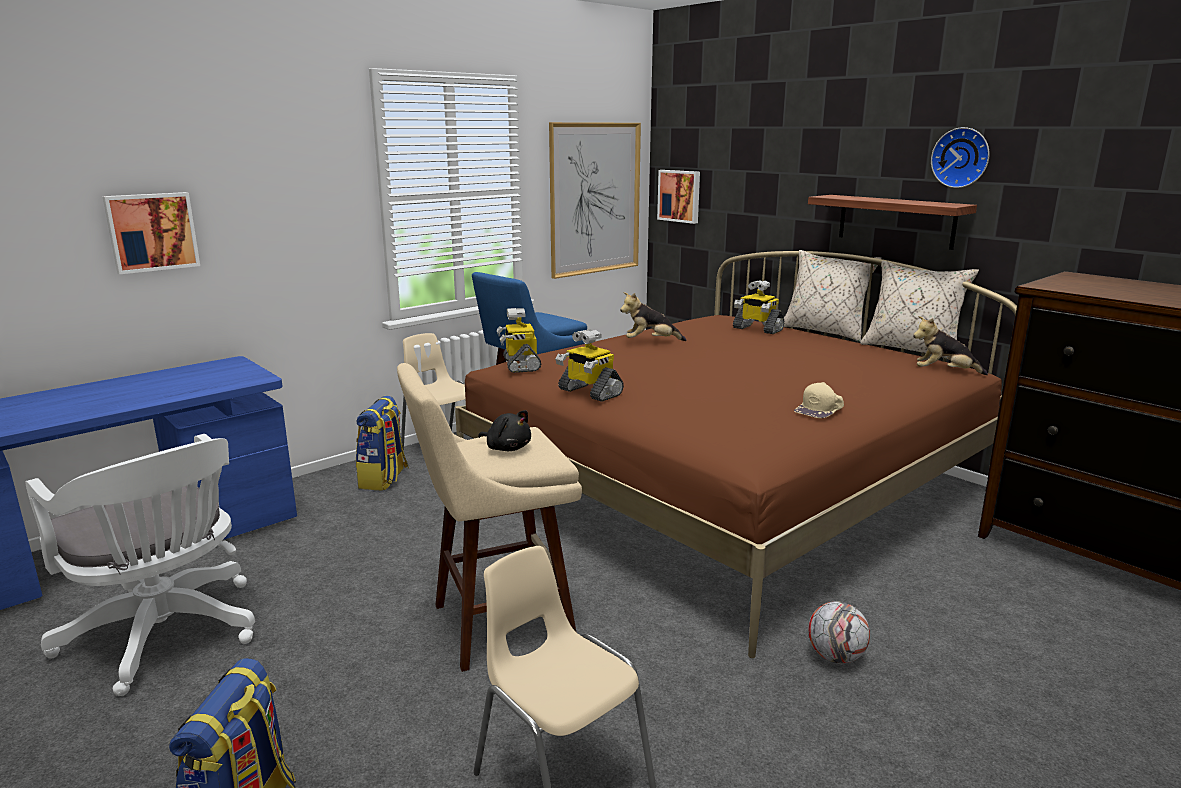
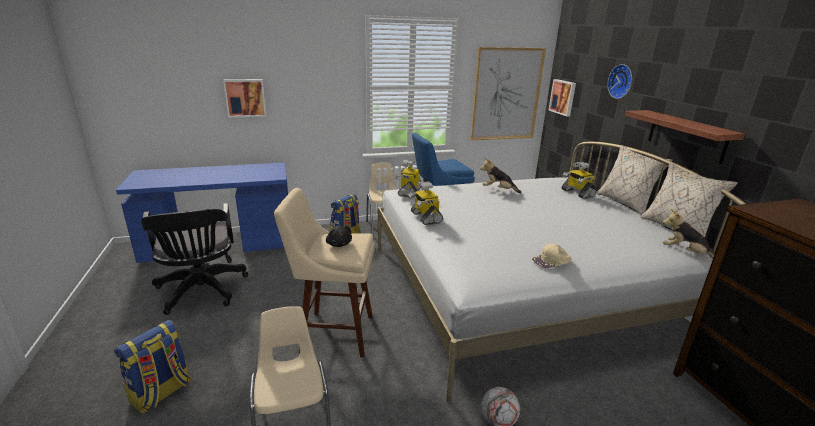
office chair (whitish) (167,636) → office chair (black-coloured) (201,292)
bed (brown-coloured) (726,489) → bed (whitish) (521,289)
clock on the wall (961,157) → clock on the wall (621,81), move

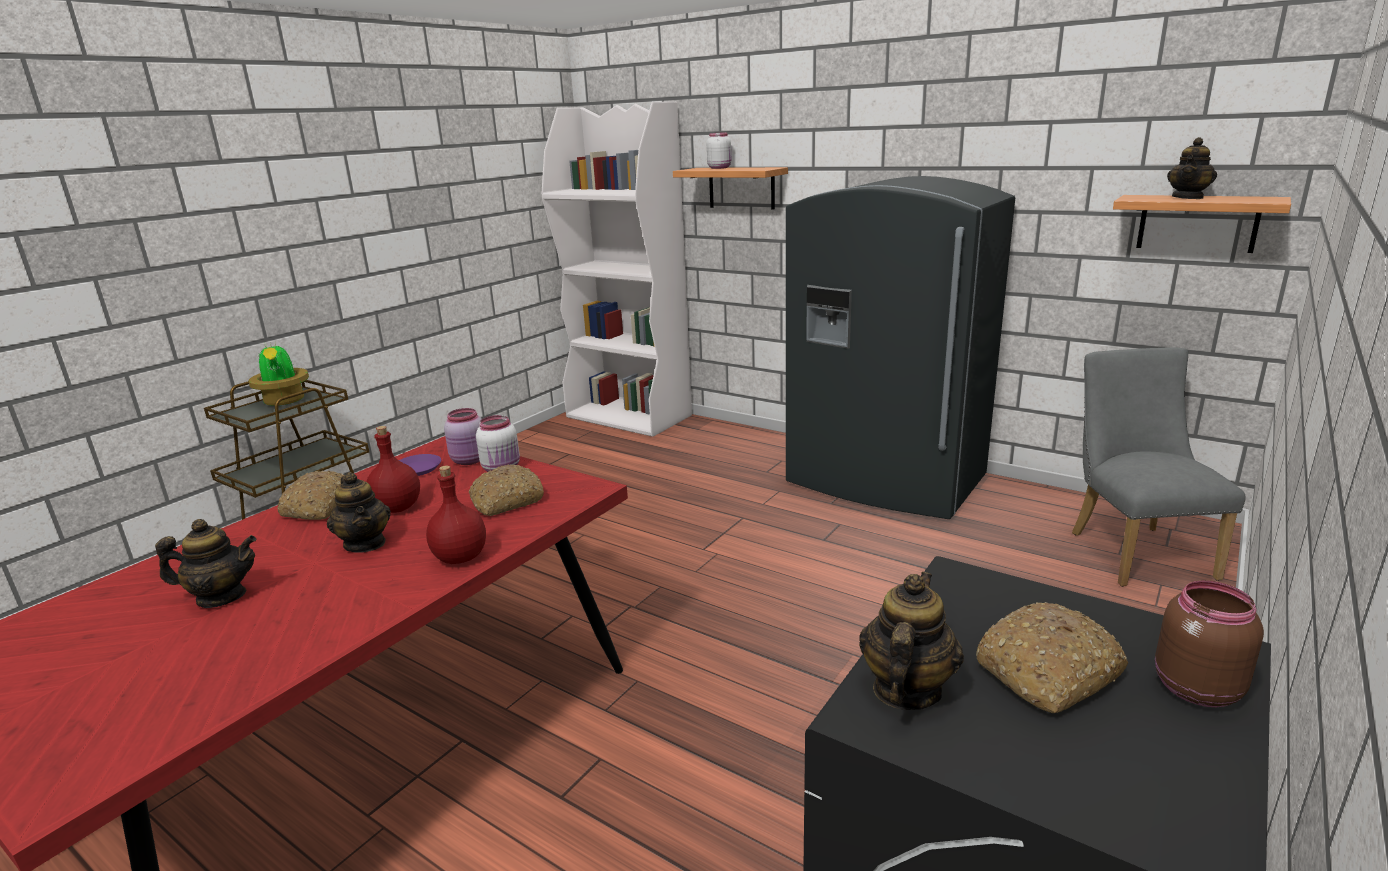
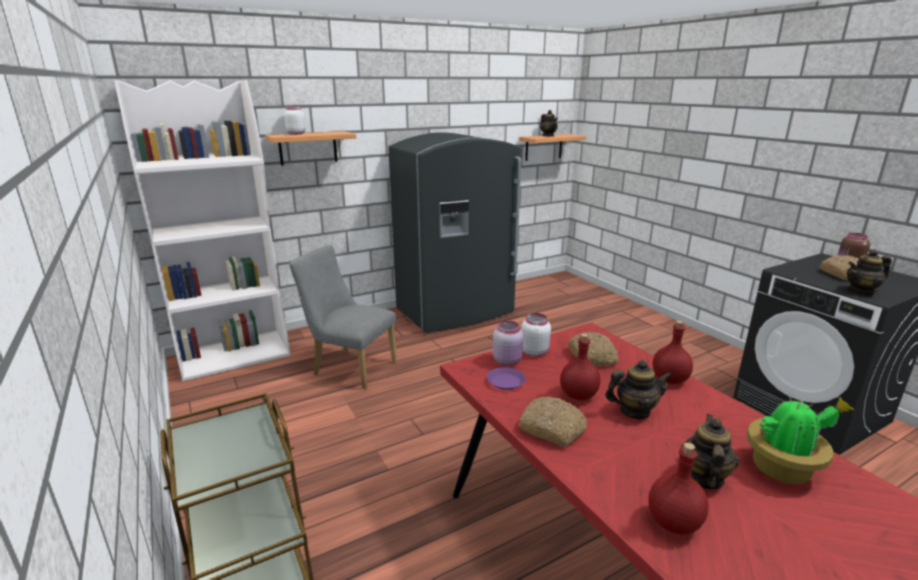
chair (greyish) (1134,550) → chair (greyish) (349,367), move
- → drink bottle (red) (673,523)
plant in a pot (284,401) → plant in a pot (784,468), move
pot for tea (905,690) → pot for tea (861,291), 60 degrees counterclockwise

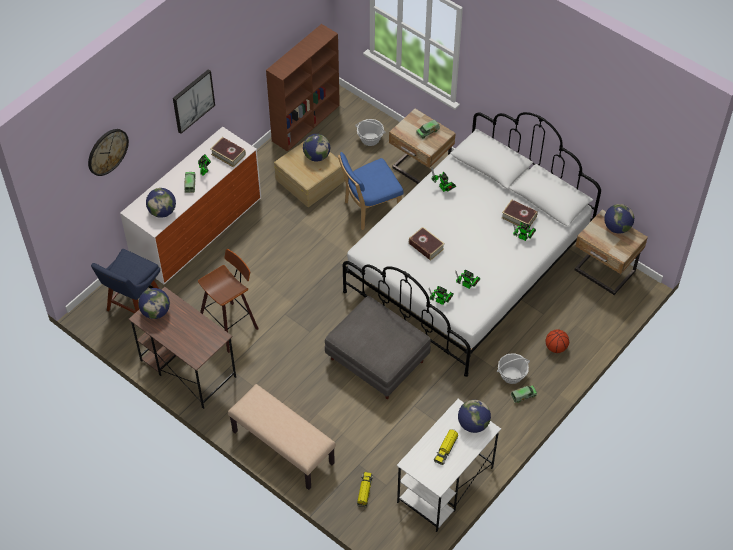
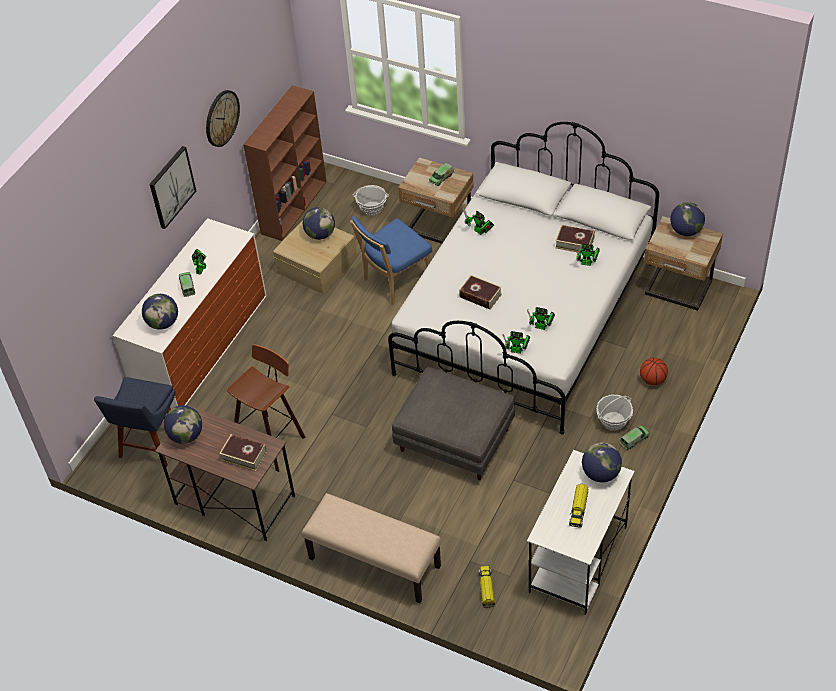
clock on the wall (107,151) → clock on the wall (221,118), move
volume (228,154) → volume (244,456), move

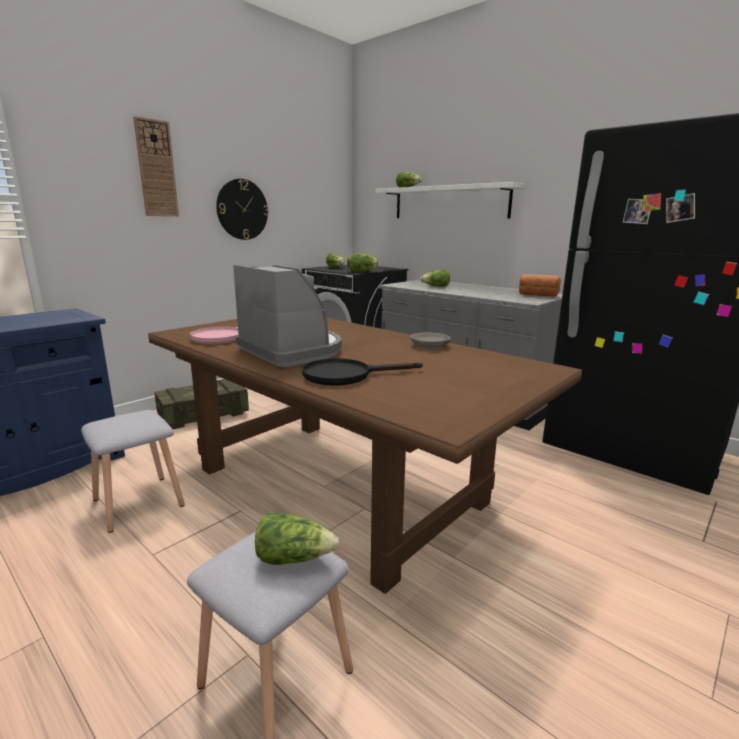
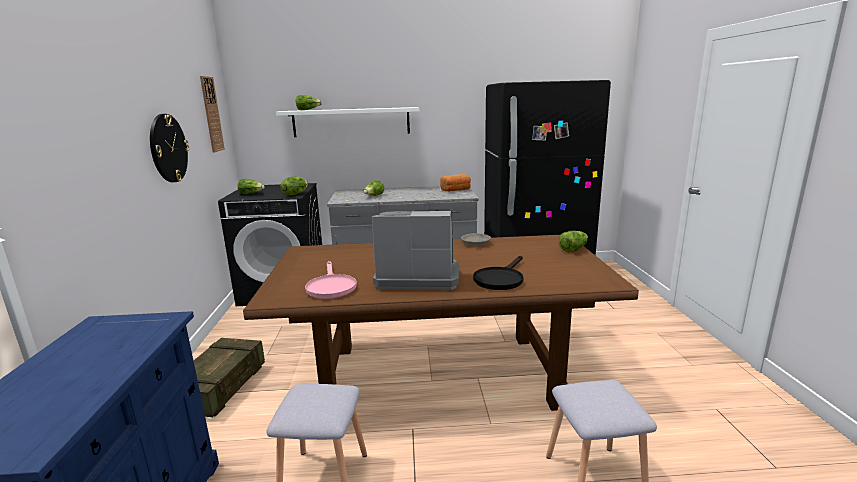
clock on the wall (156,169) → clock on the wall (211,114), move
head of lettuce (293,558) → head of lettuce (573,249), move

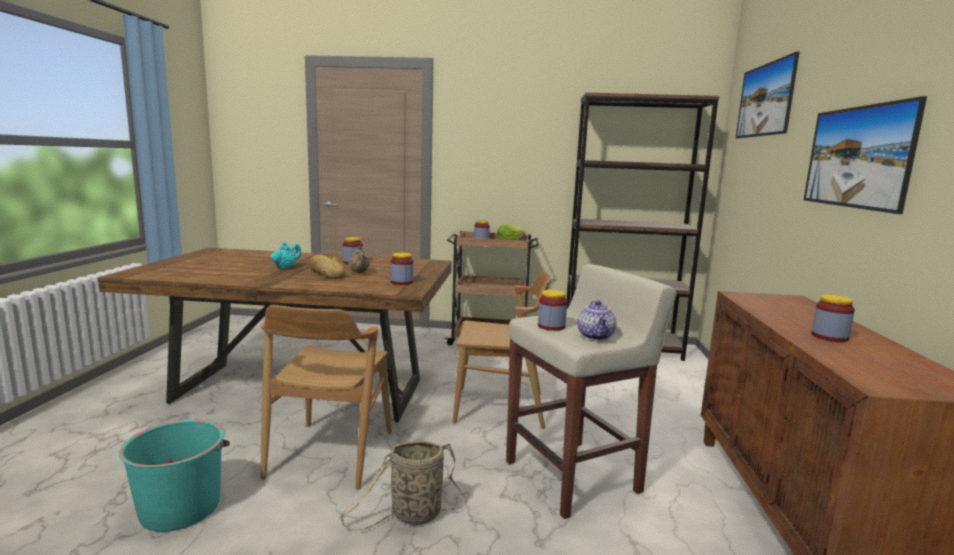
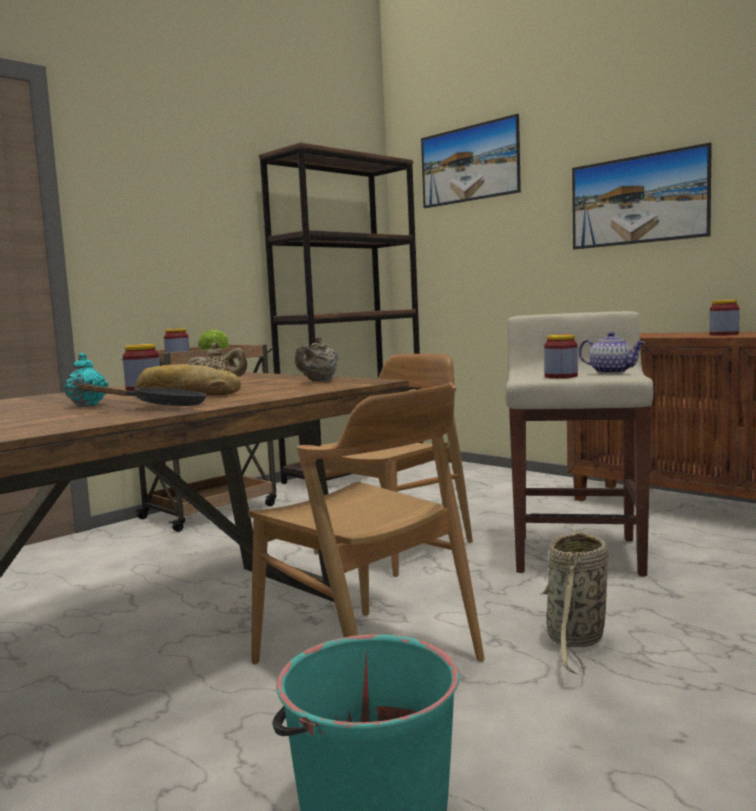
- → pan (black-coloured) (162,407)
preserve jar (402,282) → pot for tea (sand-coloured) (319,381)

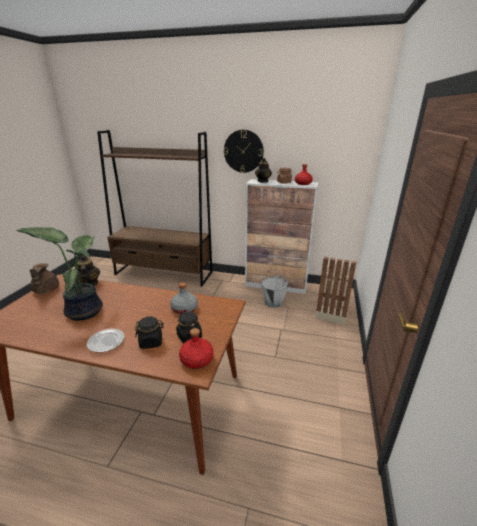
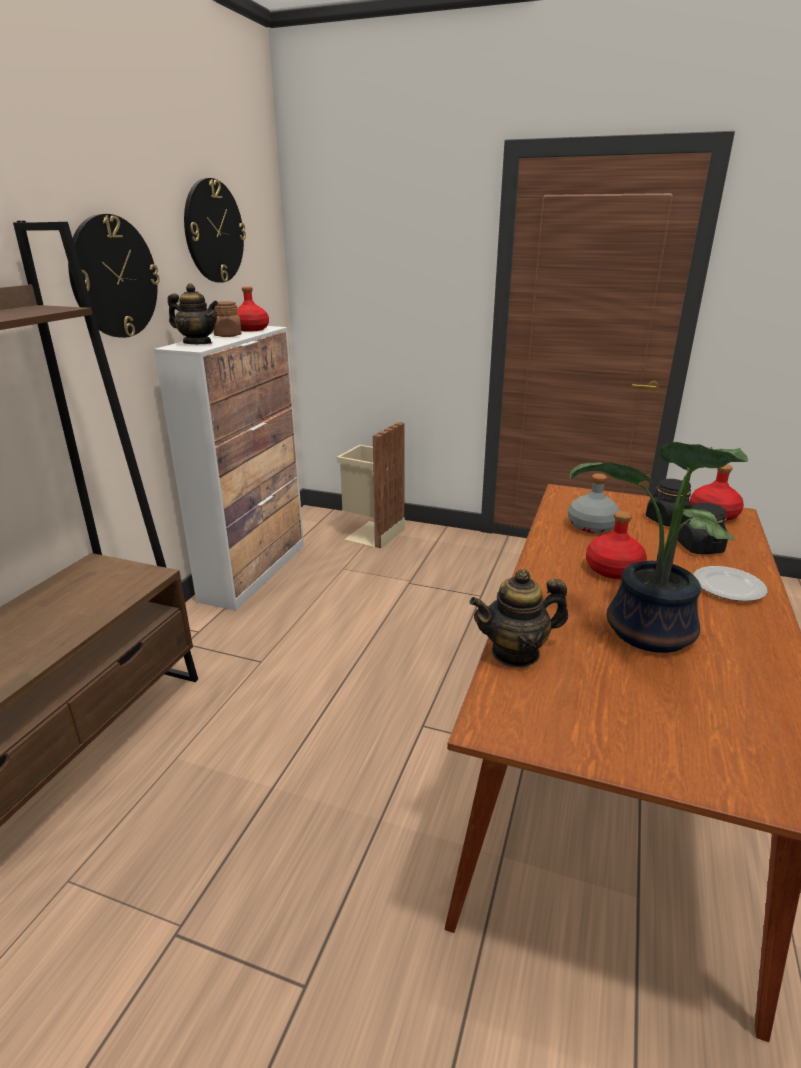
- → clock on the wall (214,231)
- → drink bottle (red) (612,569)
pot for tea (brown-coloured) (46,290) → -
pail (greyish) (273,302) → -

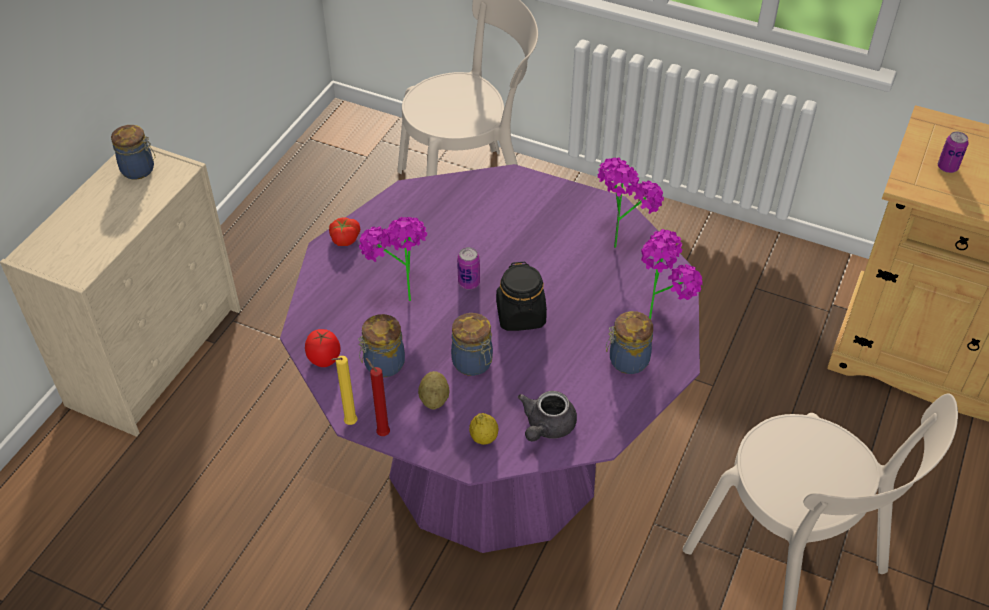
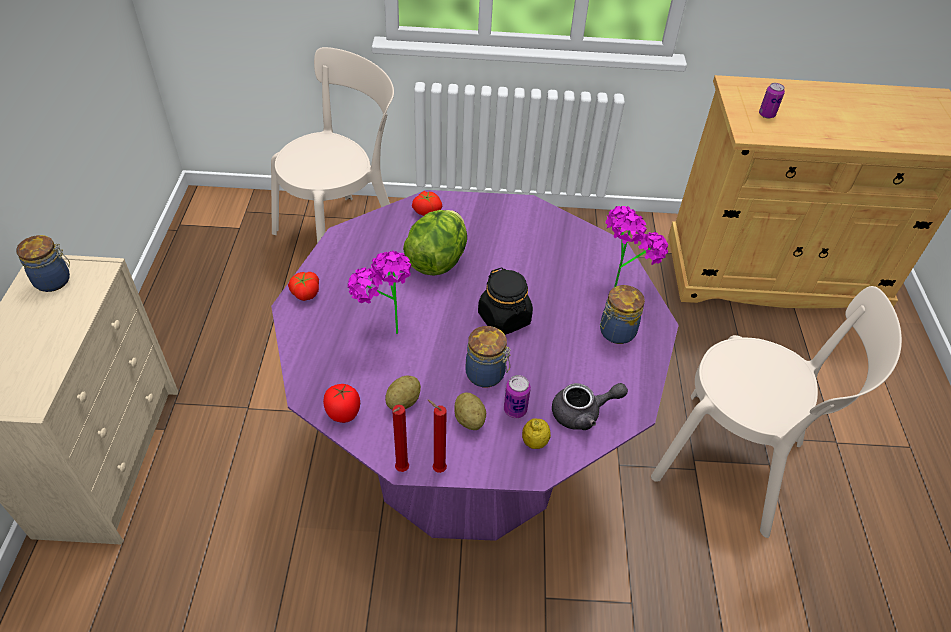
preserve jar (383,364) → potato (403,401)
wax candle (yellow) (349,424) → wax candle (red) (401,470)
- → head of lettuce (437,261)
- → tomato (427,210)
sealed can (469,283) → sealed can (515,410), move
pot for tea (greyish) (546,427) → pot for tea (greyish) (583,413), 105 degrees counterclockwise
plant in a pot (620,239) → -

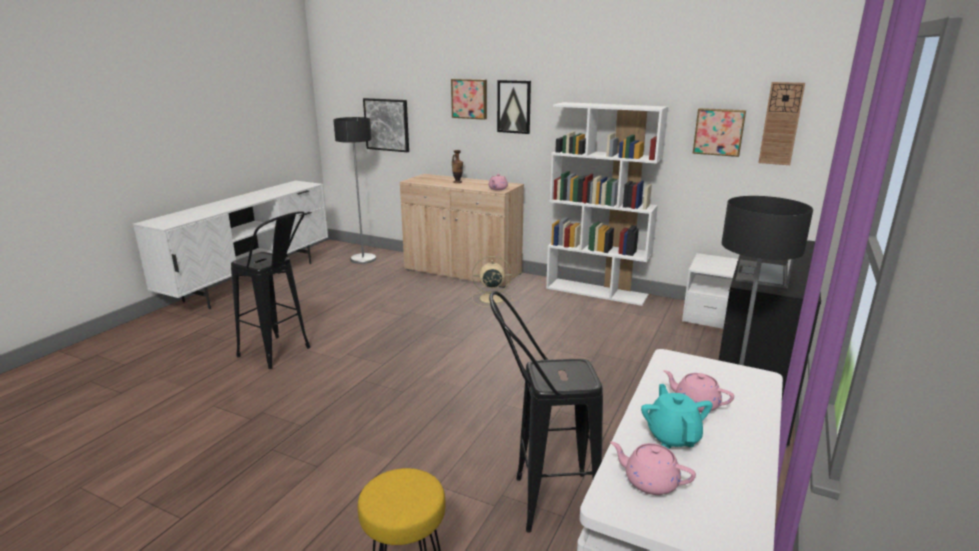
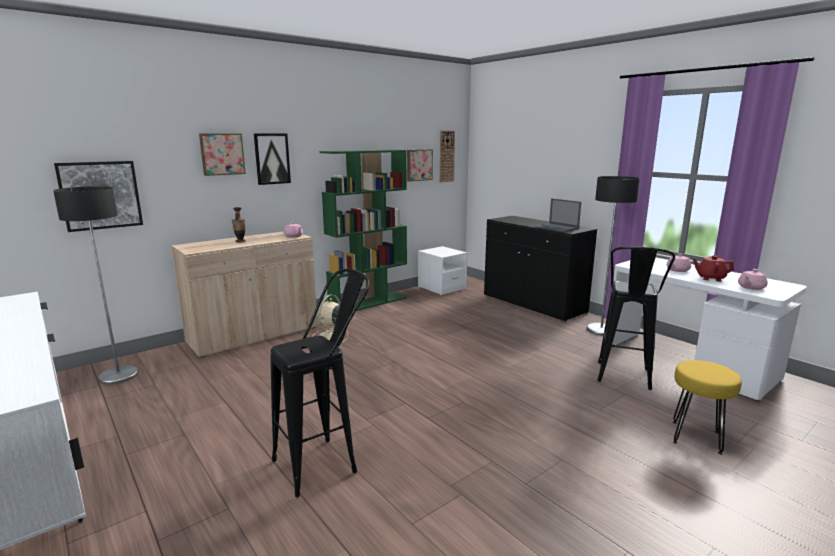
shelving unit (whitish) (597,291) → shelving unit (greenish) (369,303)
pot for tea (turquoise) (673,437) → pot for tea (red) (710,278)

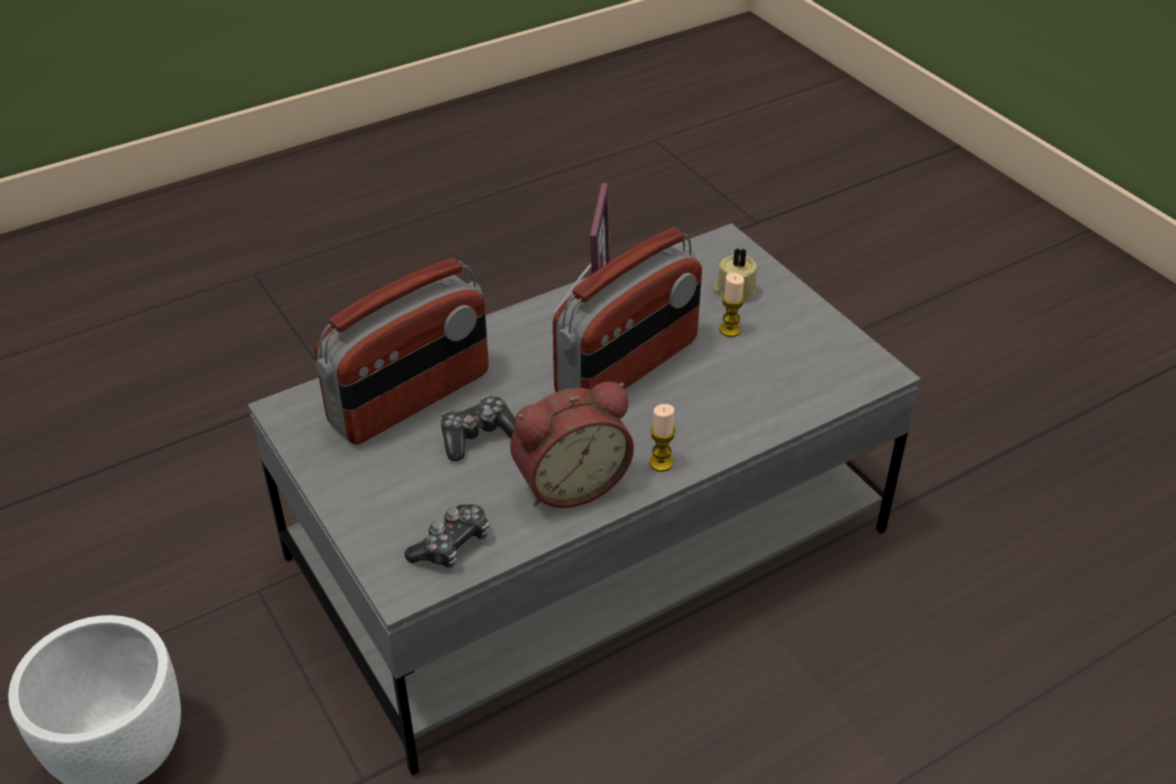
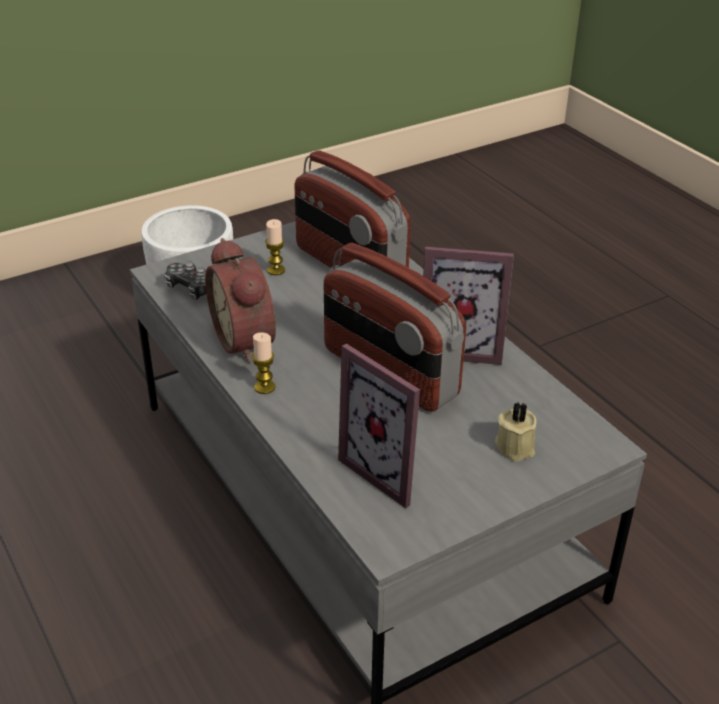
wax candle (730,330) → wax candle (276,270), move
- → standing frame (390,470)
joypad (477,436) → -

